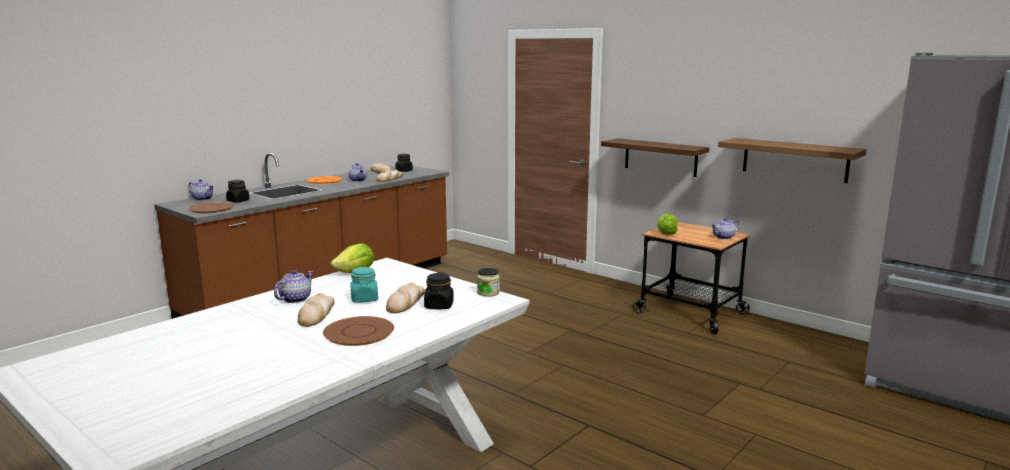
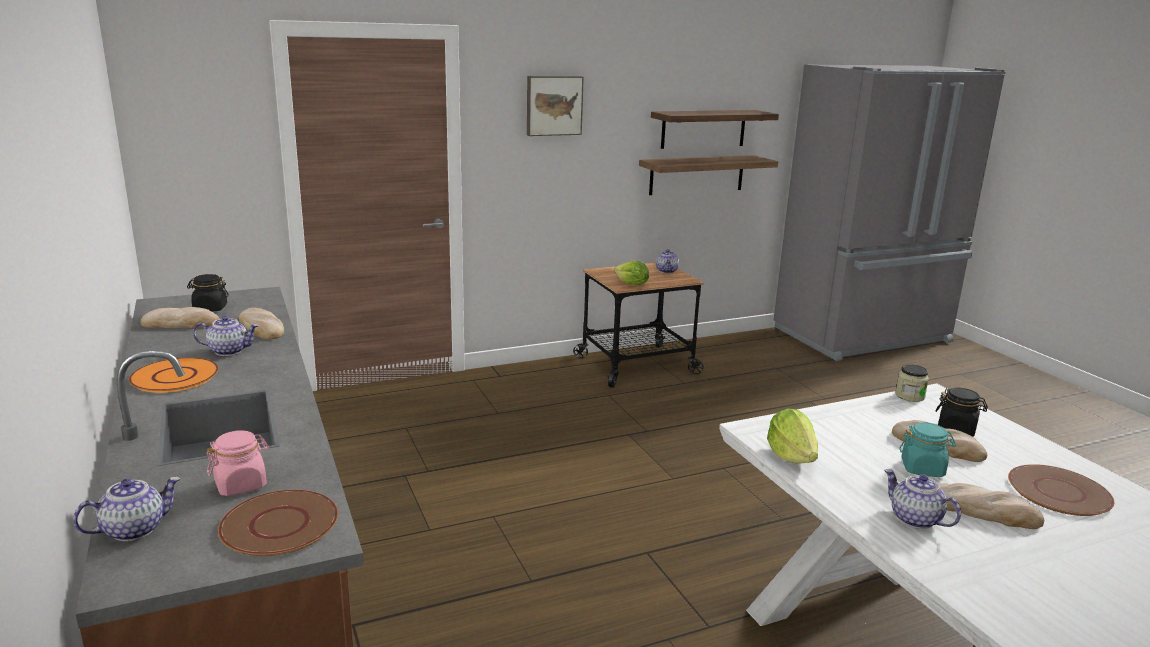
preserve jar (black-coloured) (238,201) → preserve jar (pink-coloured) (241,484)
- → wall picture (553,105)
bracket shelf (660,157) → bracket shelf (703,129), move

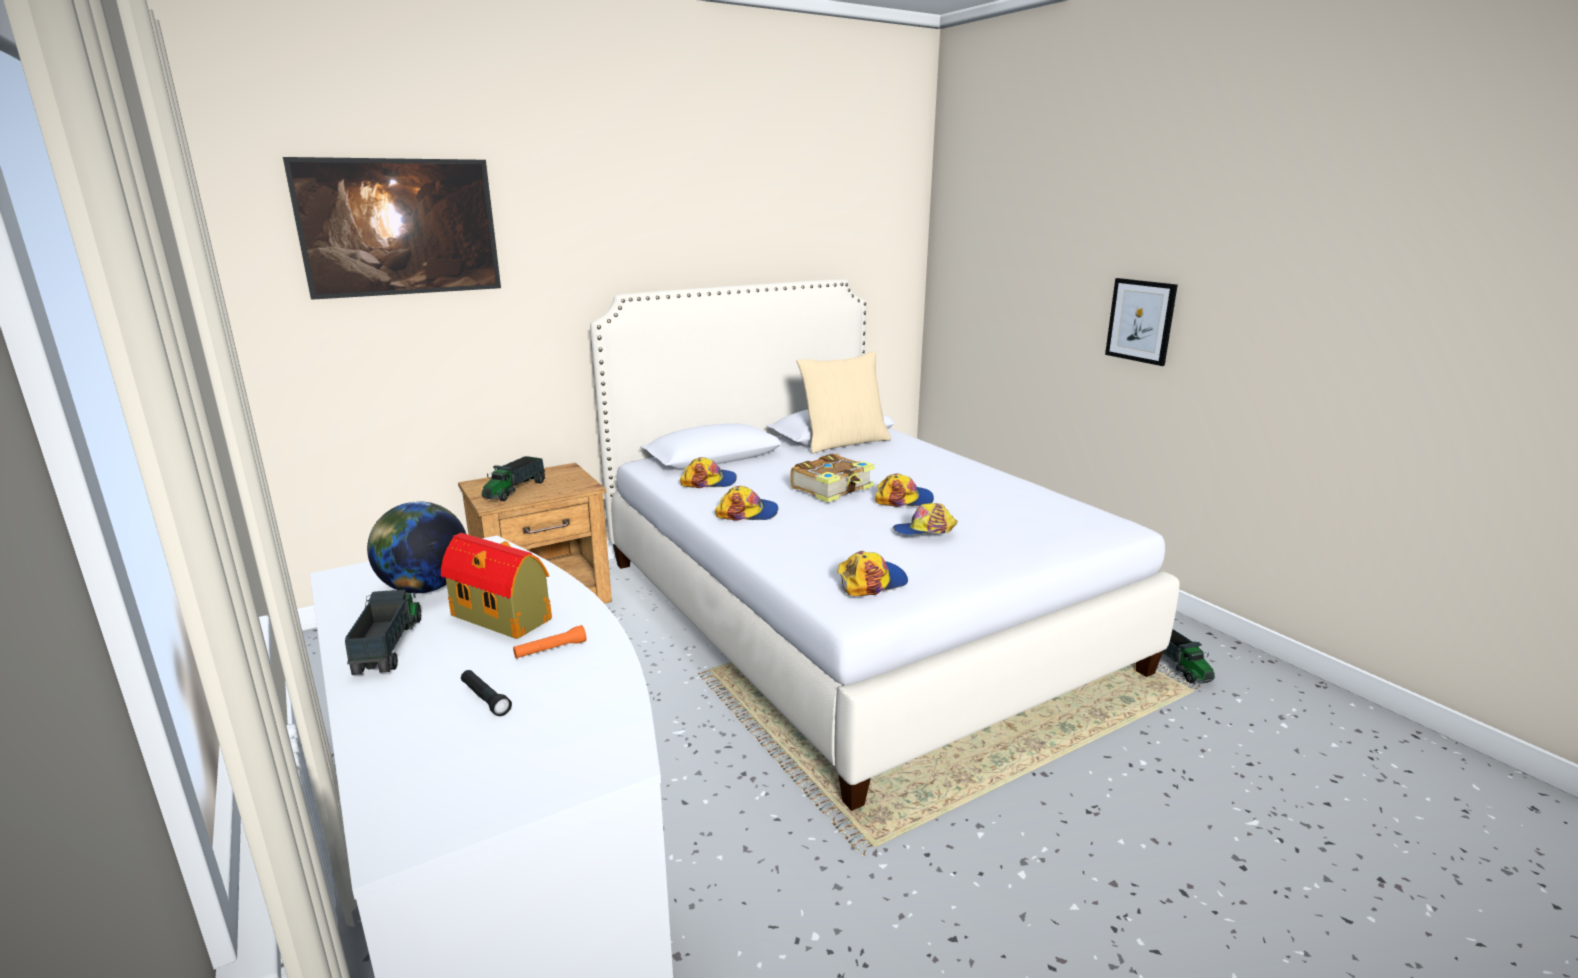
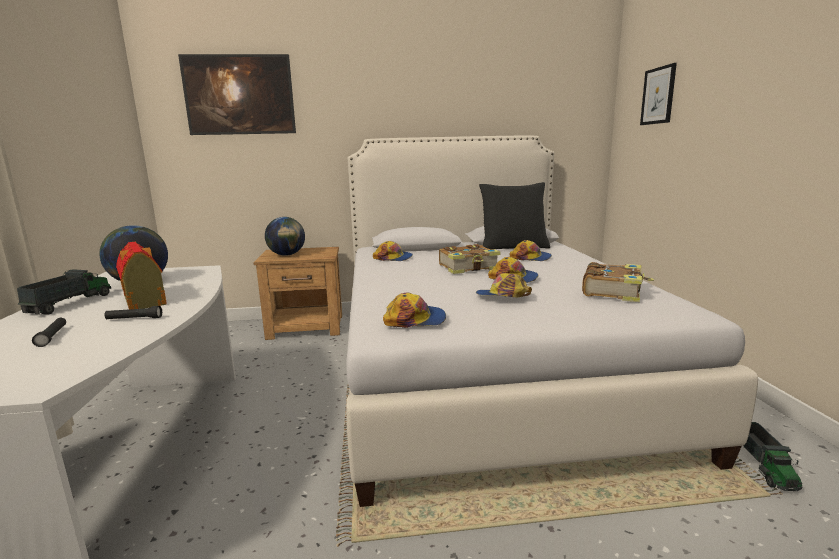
flashlight (orangey) (550,650) → flashlight (black-coloured) (134,319)
model truck (515,490) → desk globe (287,255)
cushion (sand-coloured) (844,443) → cushion (black-coloured) (513,247)
cap (748,513) → cap (531,258), move
- → volume (613,291)
wall picture (1140,321) → wall picture (658,96), move

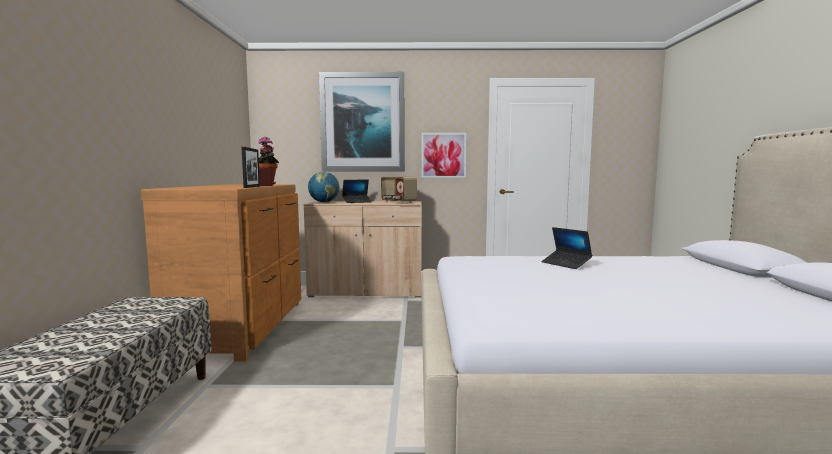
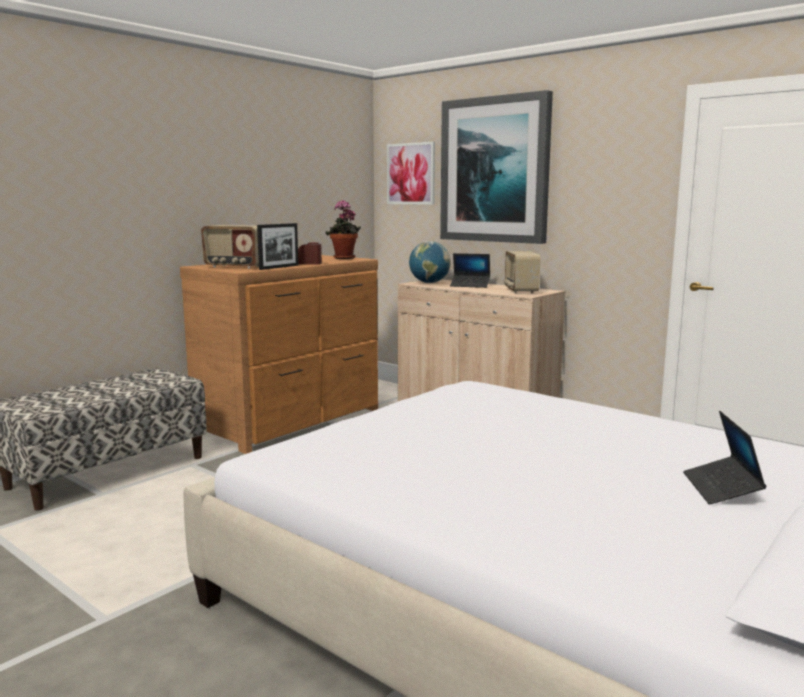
- → radio (236,267)
wall picture (443,155) → wall picture (411,174), move
notebook computer (566,264) → notebook computer (721,488), move

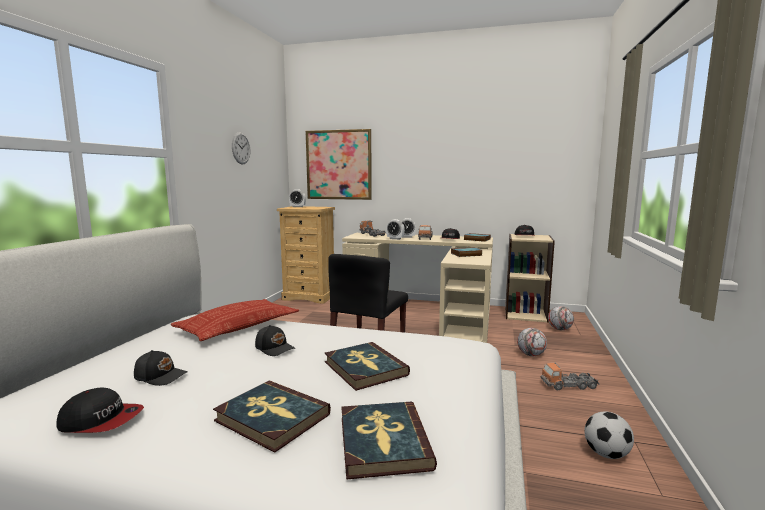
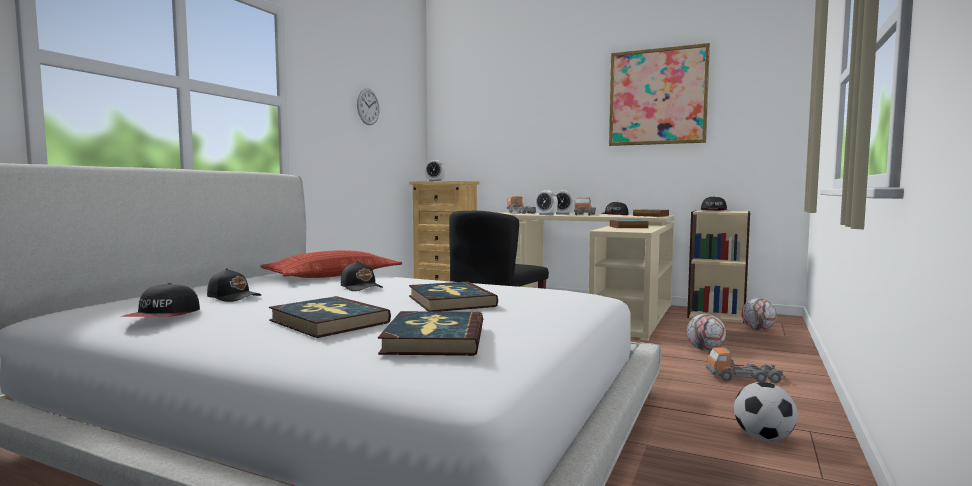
cap (101,420) → cap (164,316), 75 degrees clockwise
wall picture (339,165) → wall picture (657,97), move

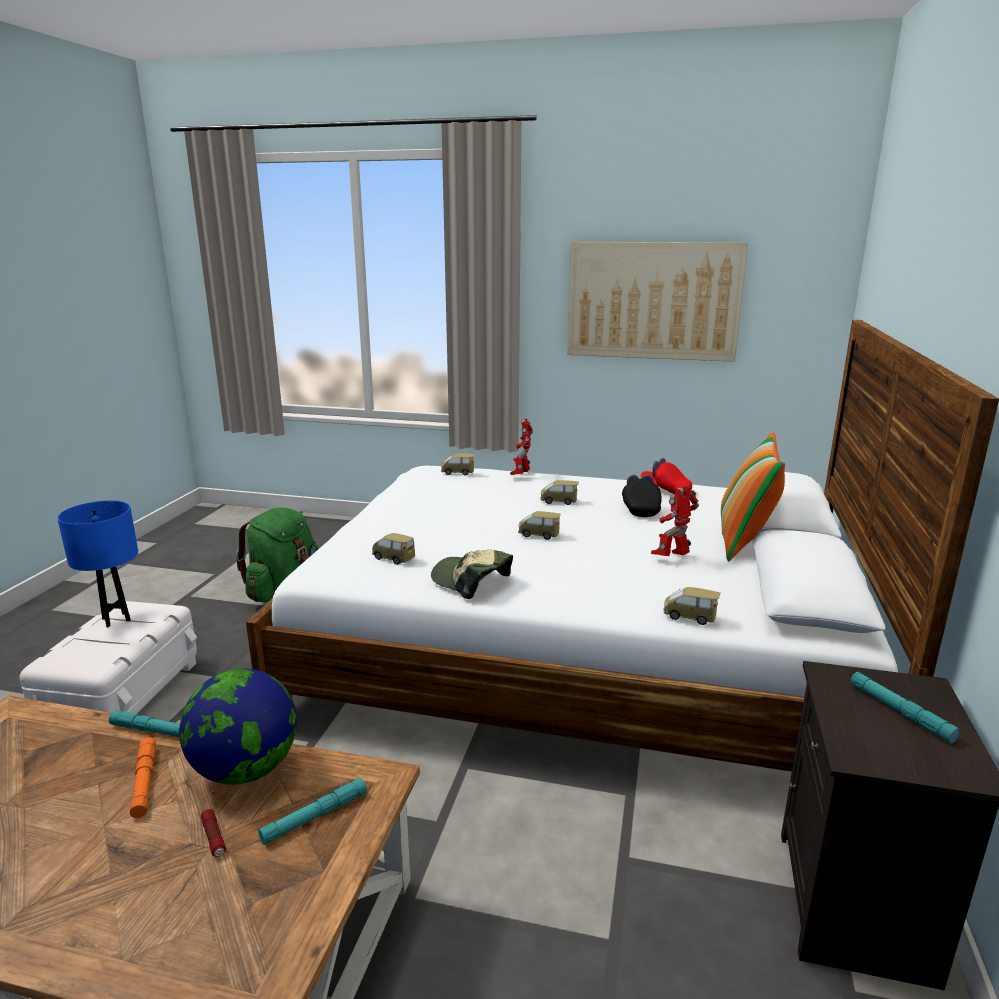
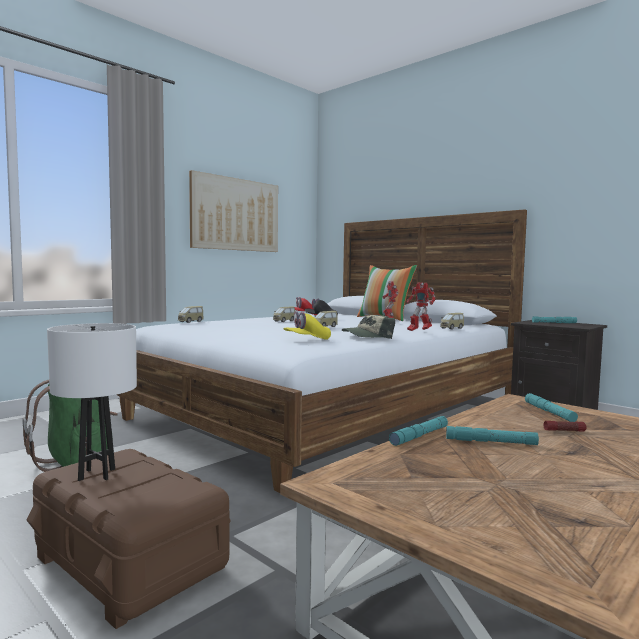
storage bin (whitish) (121,692) → storage bin (brown-coloured) (128,563)
lamp for a table (blue) (116,619) → lamp for a table (whitish) (97,475)
miniature car (393,558) → cap (yellow) (307,340)
model robot (521,475) → model robot (419,331), move
flashlight (orangey) (144,782) → flashlight (turquoise) (490,442)
desk globe (246,770) → -

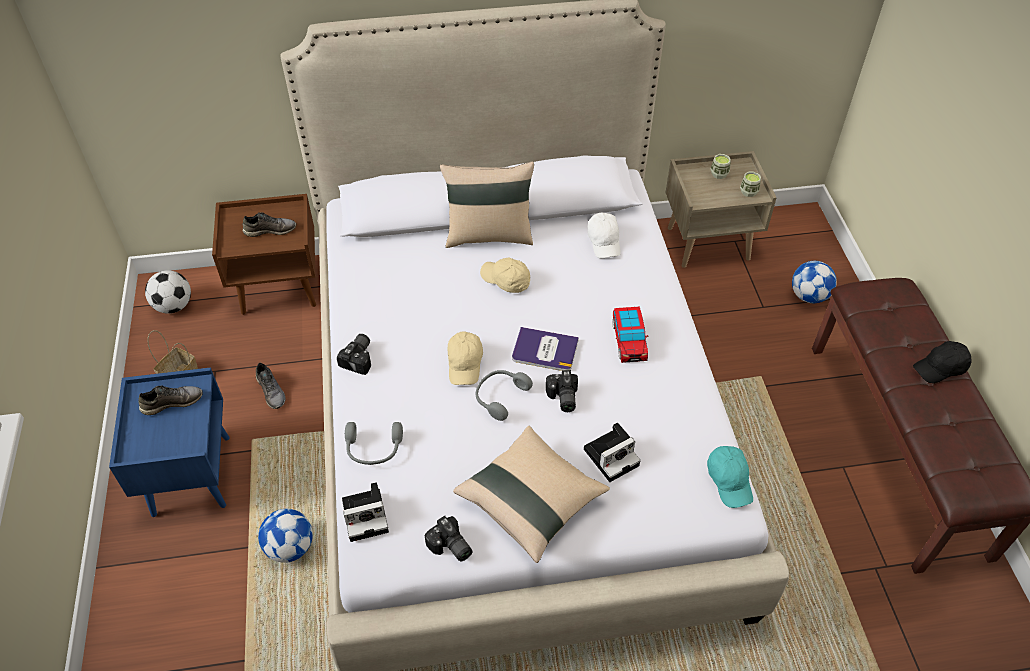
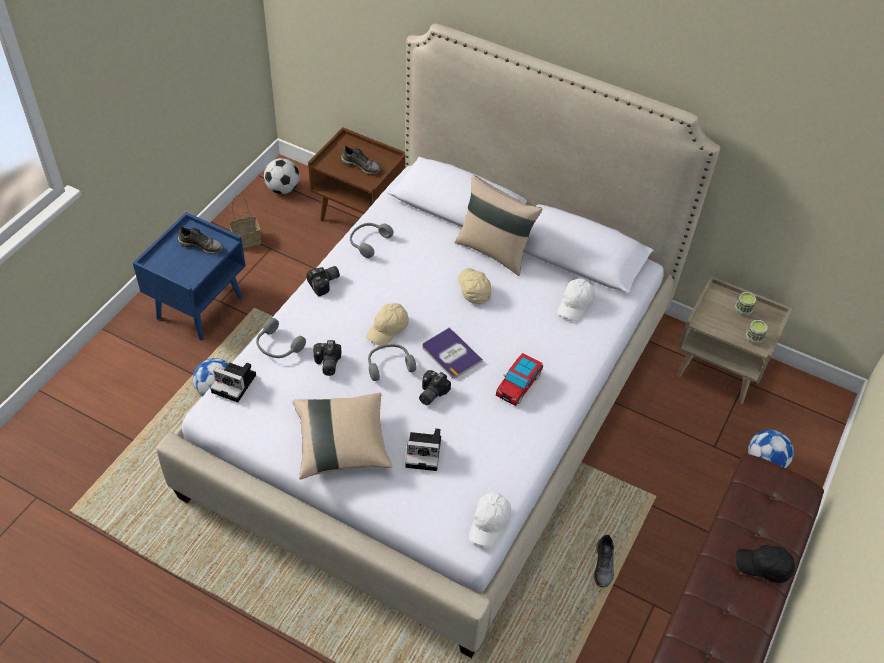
photo camera (450,547) → photo camera (326,364), move
- → pair of headphones (greyish) (368,242)
cap (turquoise) (729,480) → cap (whitish) (489,523)
shoe (greyish) (272,391) → shoe (greyish) (604,565), move

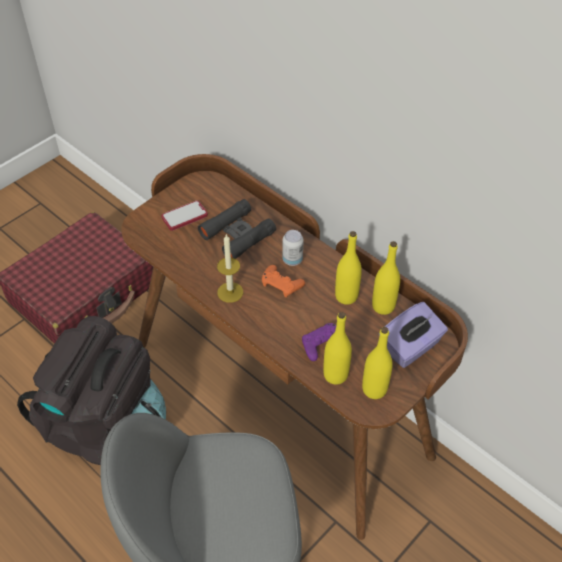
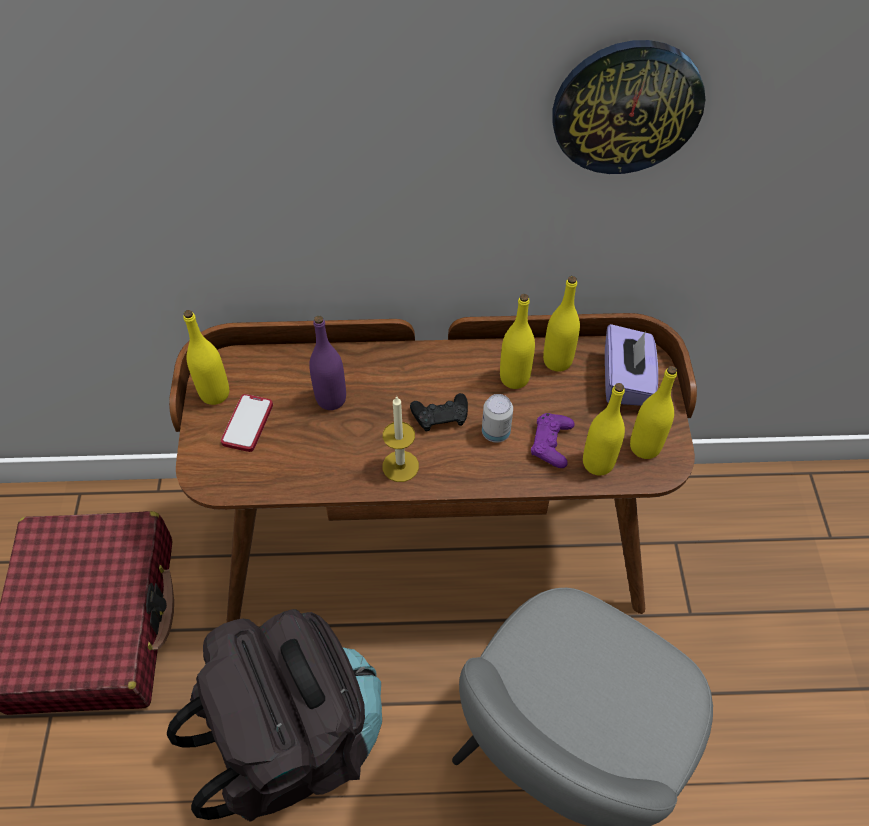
- → drink bottle (yellow) (215,393)
pair of binoculars (black-coloured) (237,234) → drink bottle (purple-coloured) (331,399)
joypad (orangey) (281,284) → joypad (black-coloured) (440,415)
sealed can (292,260) → sealed can (495,432), move
- → clock on the wall (626,107)

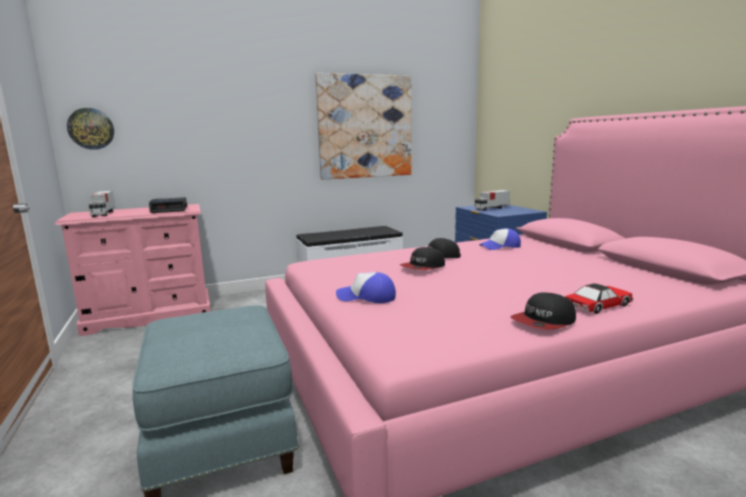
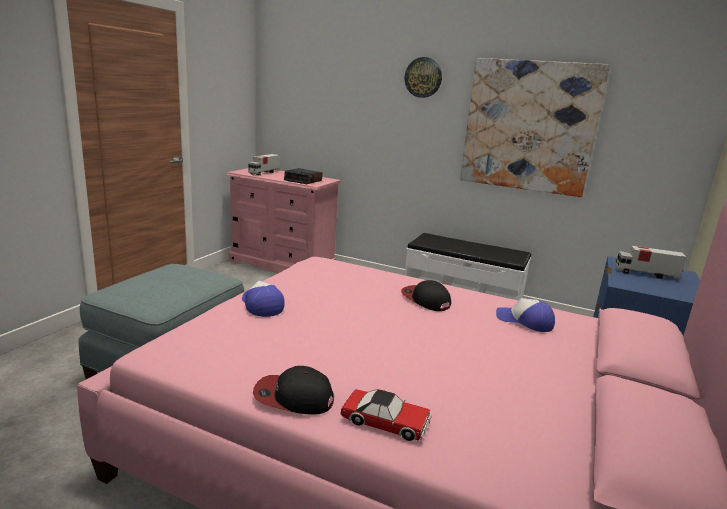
clock on the wall (91,129) → clock on the wall (423,77), move
cap (423,267) → -

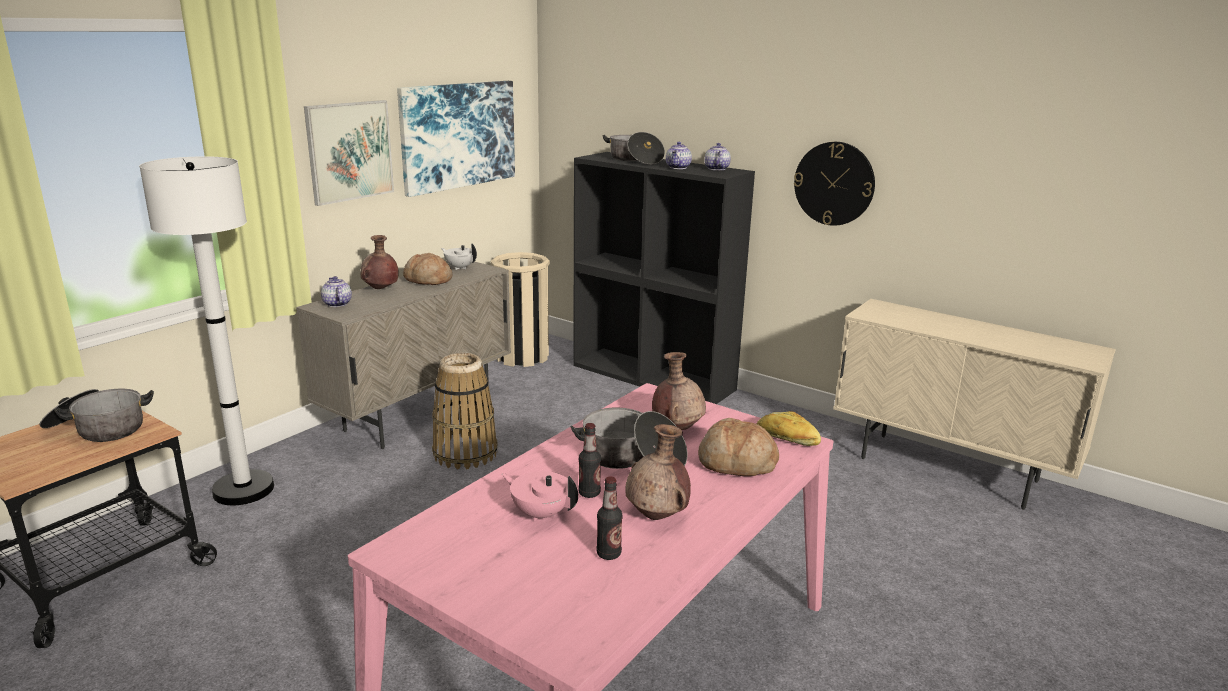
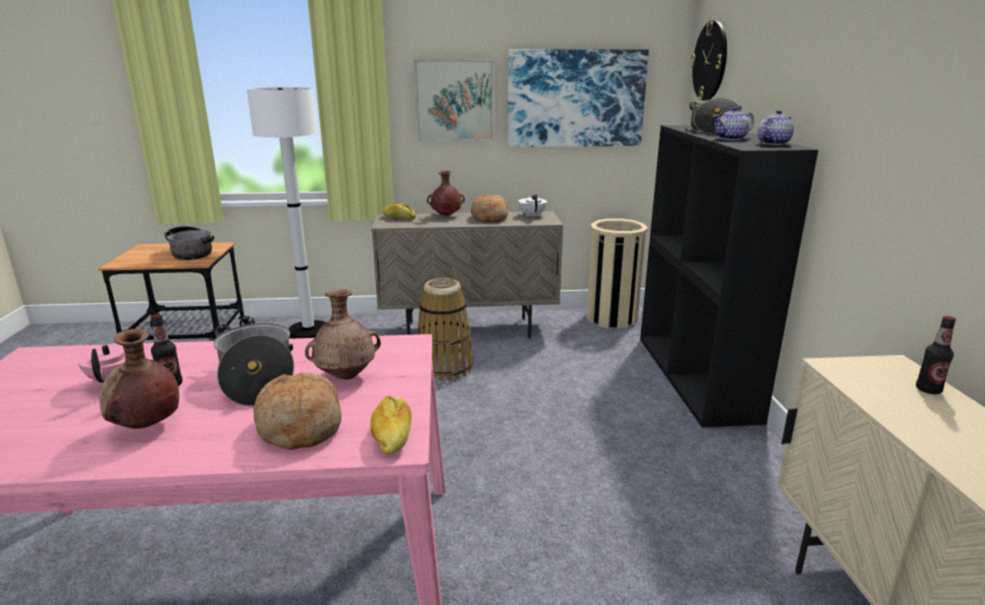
pot for tea (336,304) → bread (398,218)
clock on the wall (834,183) → clock on the wall (710,61), move
drink bottle (608,554) → drink bottle (928,390), move

